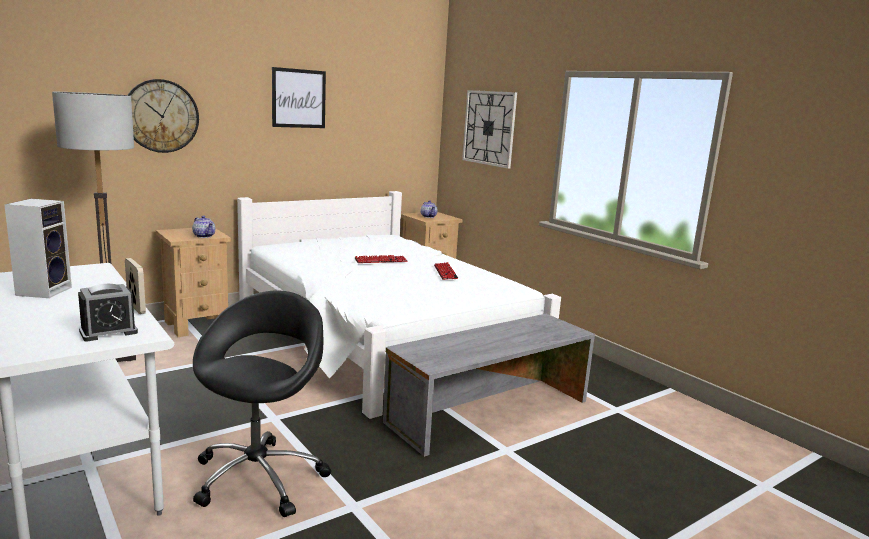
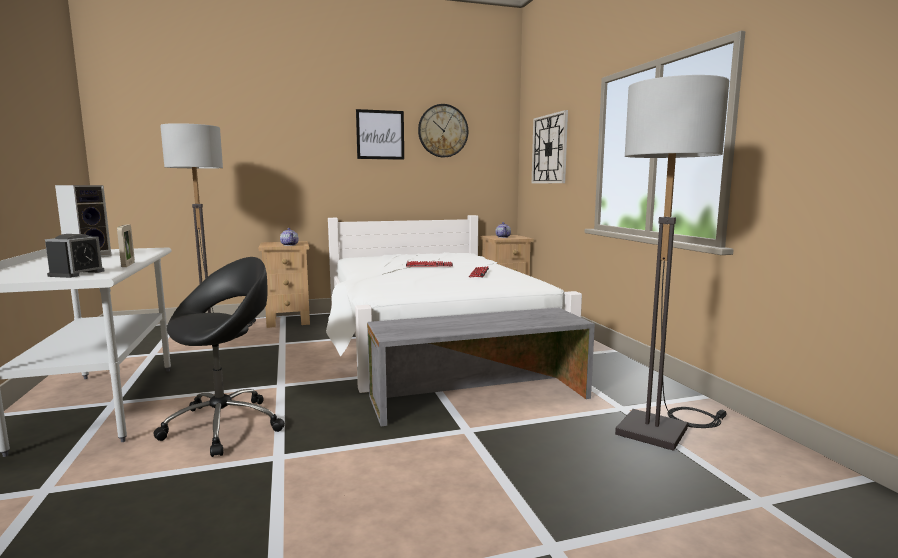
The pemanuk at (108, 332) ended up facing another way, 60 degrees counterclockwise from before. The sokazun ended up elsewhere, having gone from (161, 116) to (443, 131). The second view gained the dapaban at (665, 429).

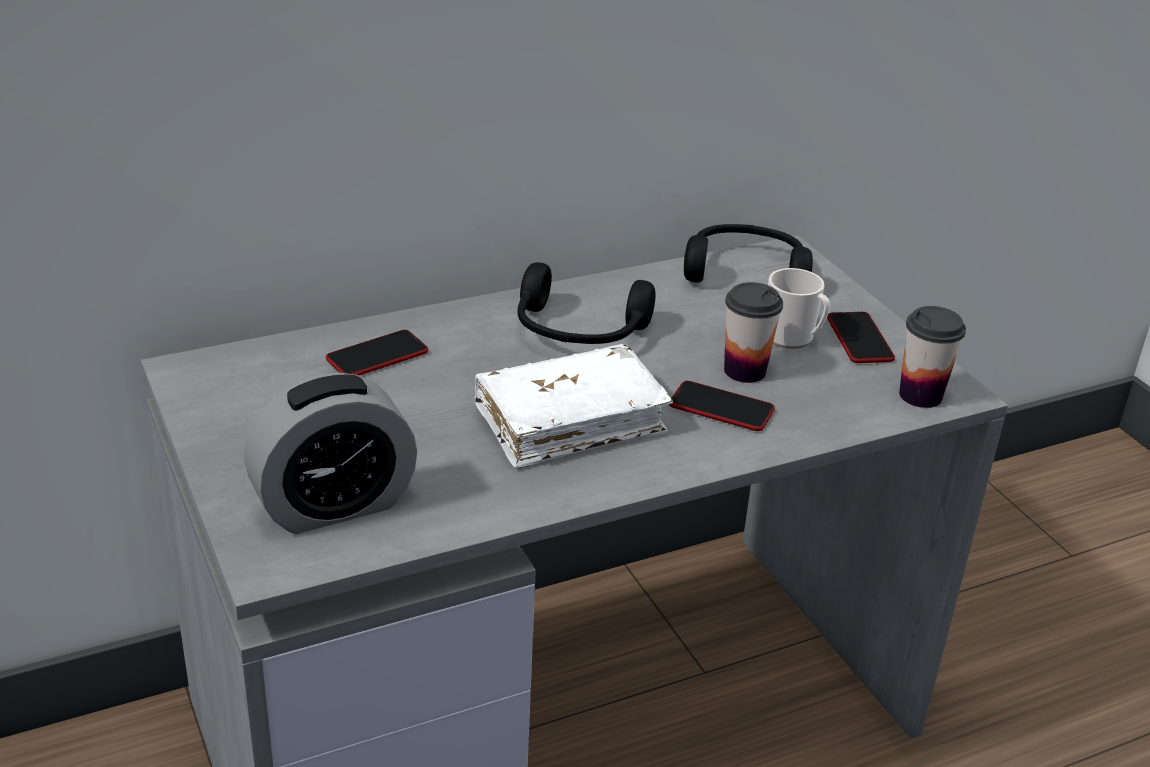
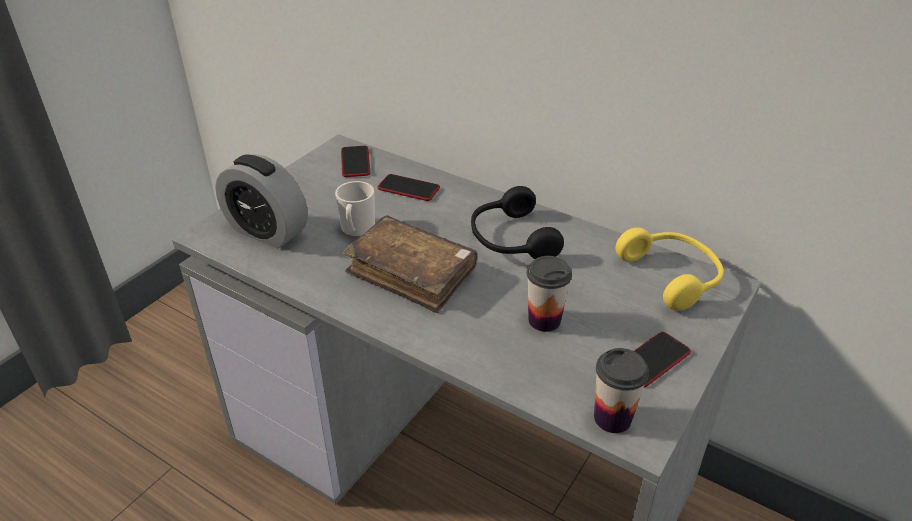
What was the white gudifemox at (570, 422) turned into the brown gudifemox at (411, 273). The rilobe ended up elsewhere, having gone from (721, 408) to (355, 162). What was the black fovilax at (746, 271) turned into the yellow fovilax at (672, 276). The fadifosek ended up elsewhere, having gone from (793, 338) to (357, 230).

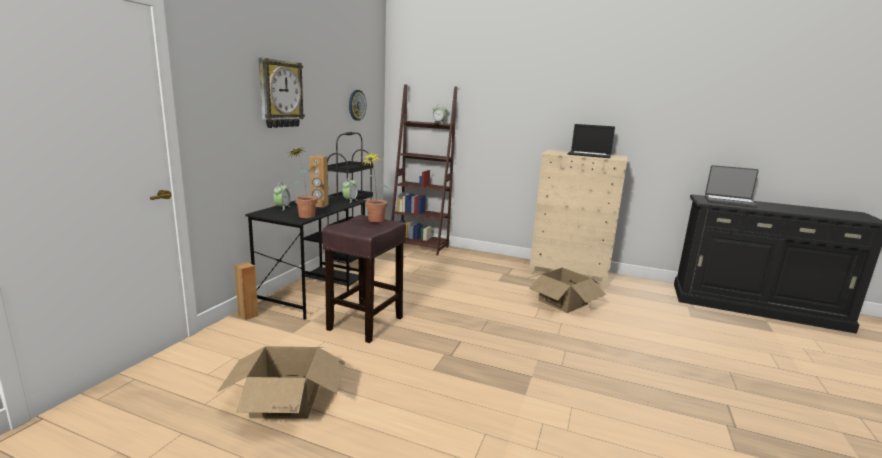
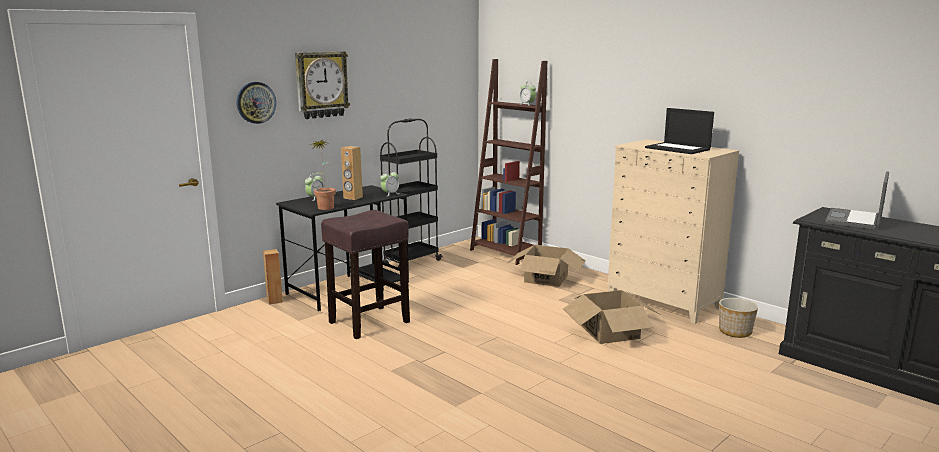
The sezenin ended up elsewhere, having gone from (287, 400) to (546, 278). The sokazun ended up elsewhere, having gone from (356, 105) to (256, 102). The second view lost the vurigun at (374, 221). The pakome at (729, 202) ended up facing another way, 75 degrees clockwise from before. The second view gained the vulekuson at (734, 332).

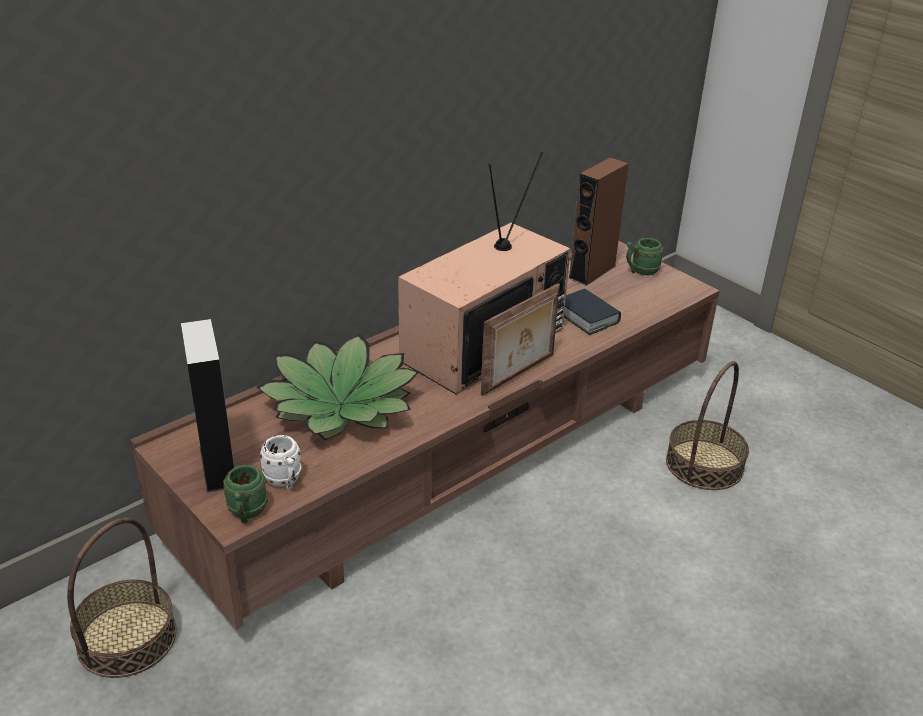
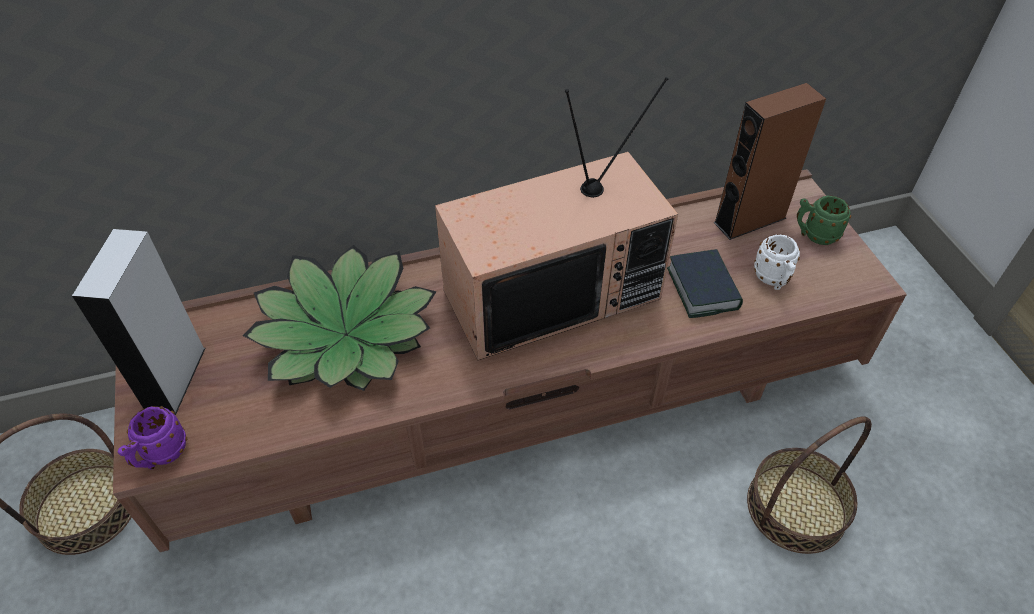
What was the green fadifosek at (246, 513) turned into the purple fadifosek at (161, 456). The white fadifosek ended up elsewhere, having gone from (285, 481) to (773, 280). The second view lost the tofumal at (519, 375).

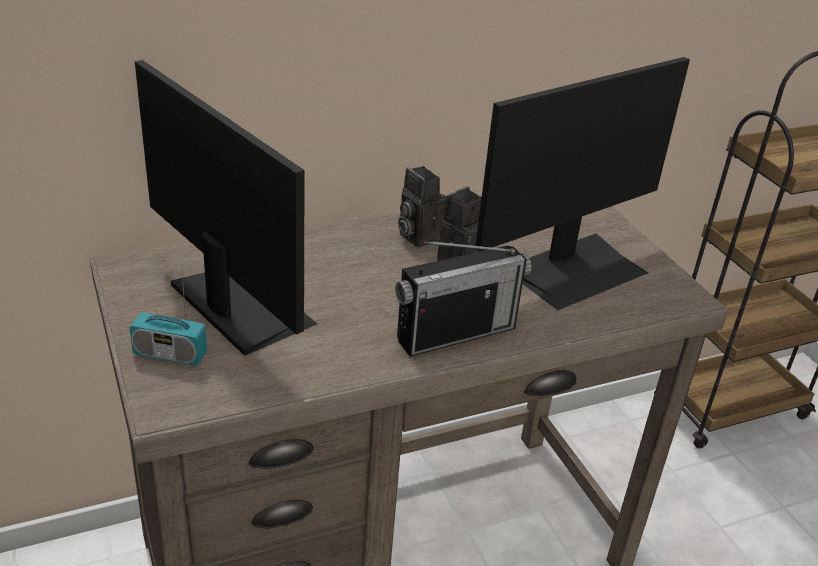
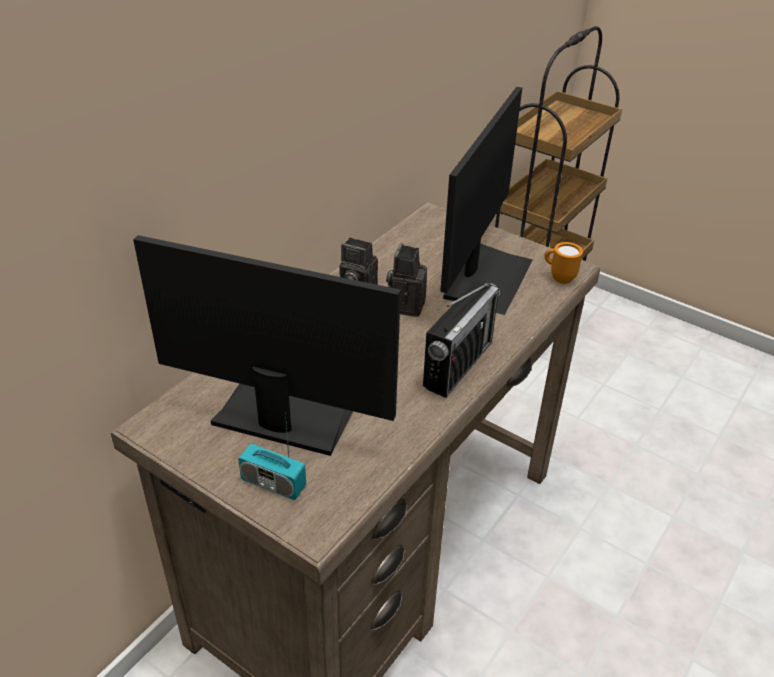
The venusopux at (170, 354) ended up facing another way, 45 degrees clockwise from before. The second view gained the orange fadifosek at (558, 278).

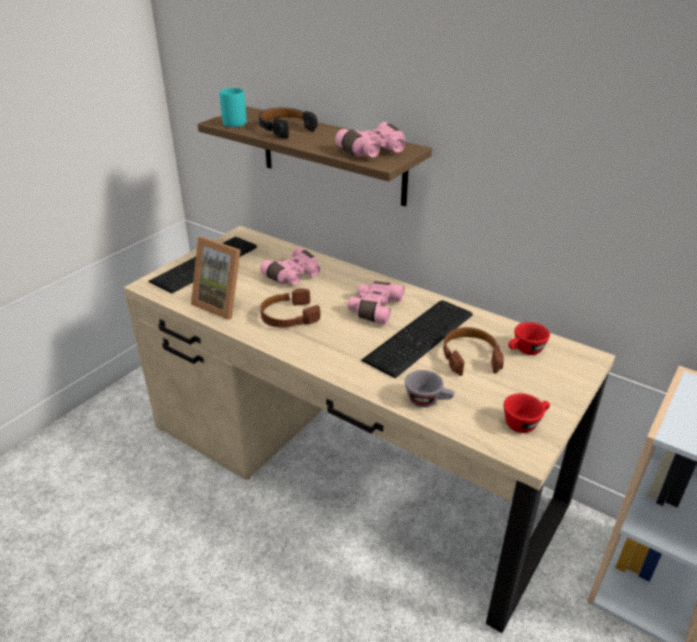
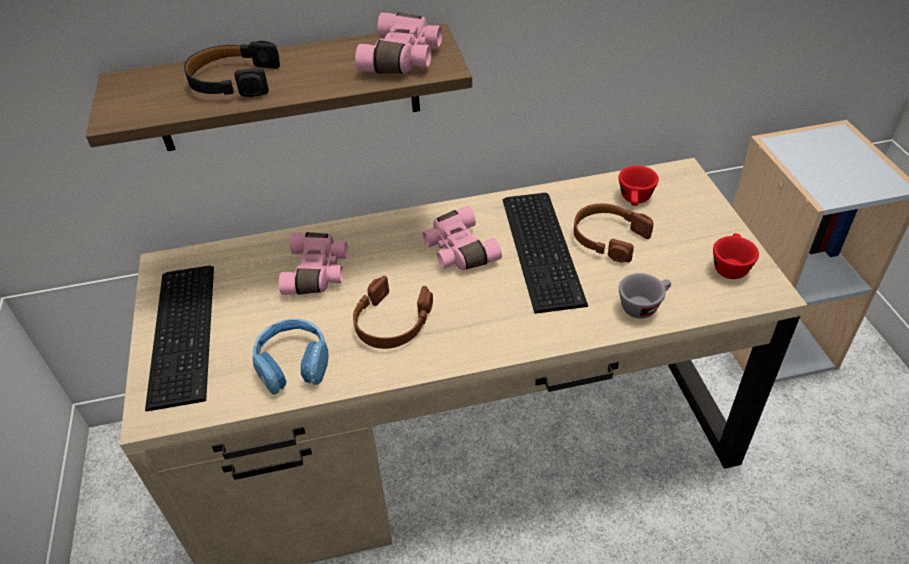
Where the tofumal stood at (223, 303), the blue fovilax came to stand at (293, 364). The second view lost the turquoise fadifosek at (236, 121).

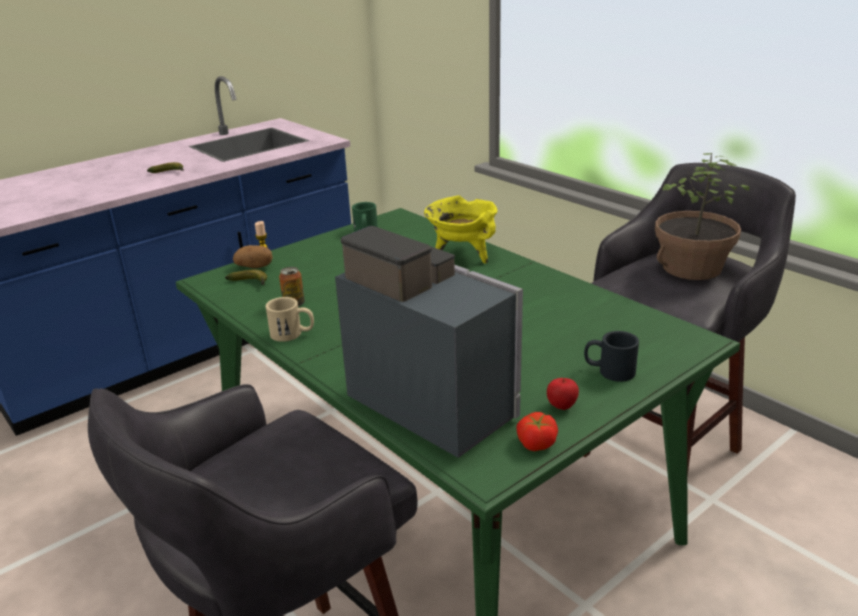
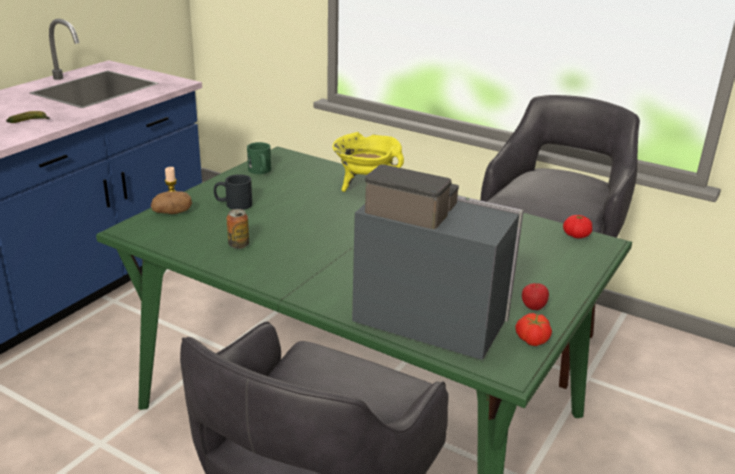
The second view lost the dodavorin at (251, 283). The second view lost the beige fadifosek at (293, 334). The black fadifosek ended up elsewhere, having gone from (609, 371) to (233, 204). The second view lost the vurigun at (691, 267). The second view gained the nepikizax at (576, 235).

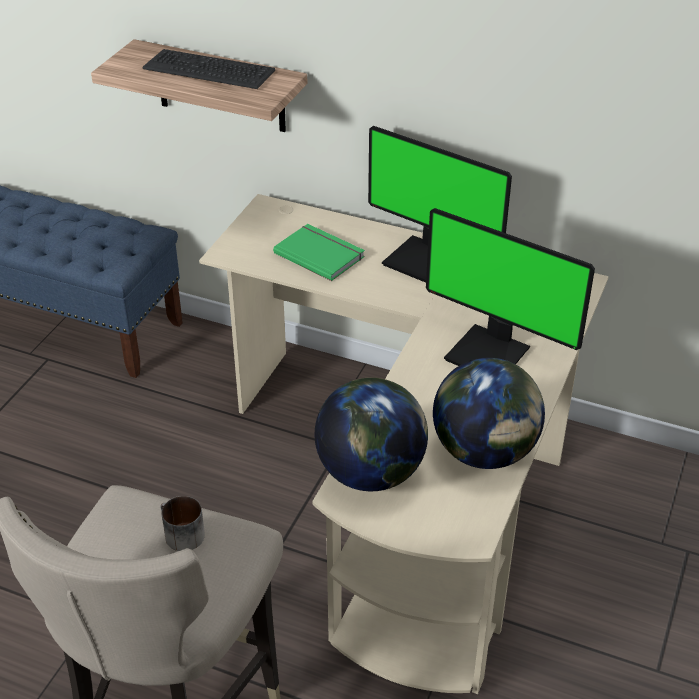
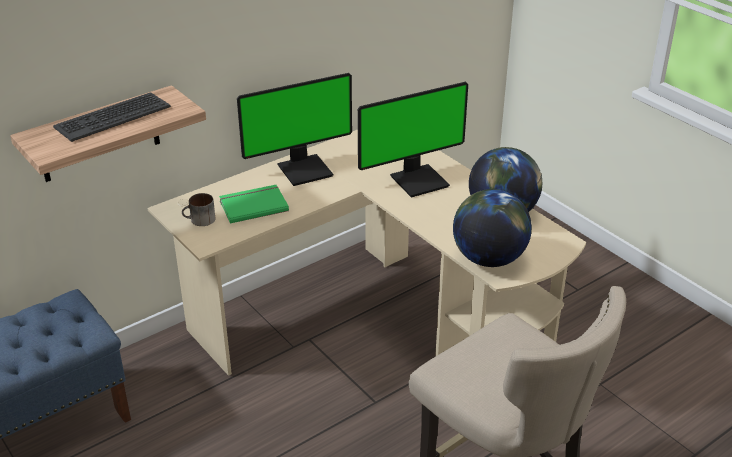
The fadifosek ended up elsewhere, having gone from (180, 534) to (200, 220).

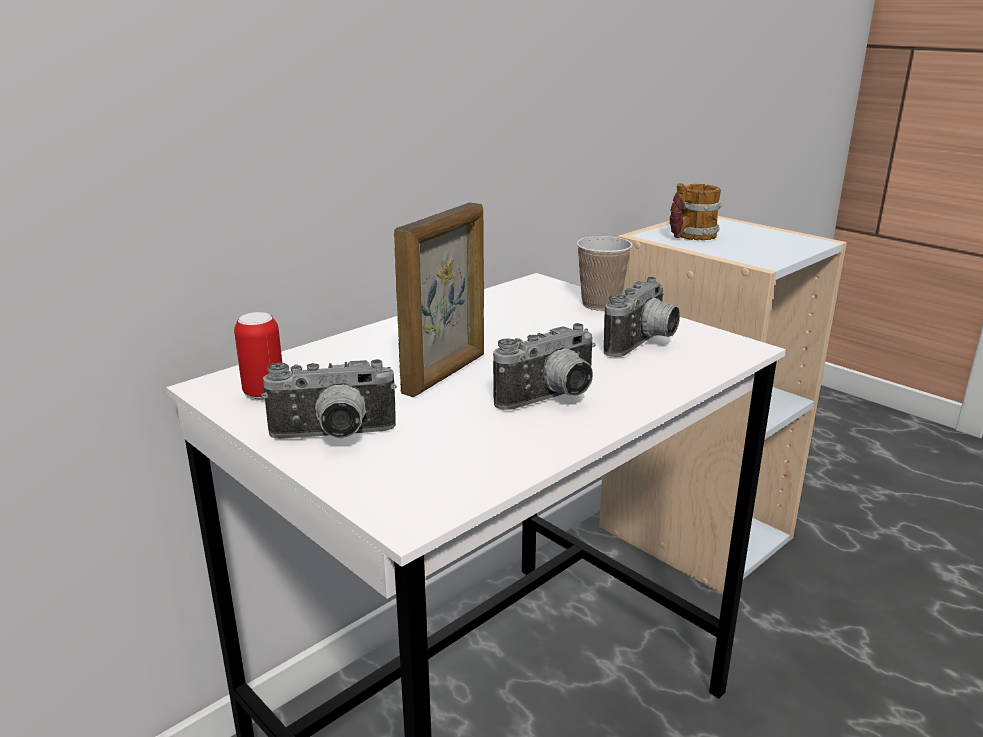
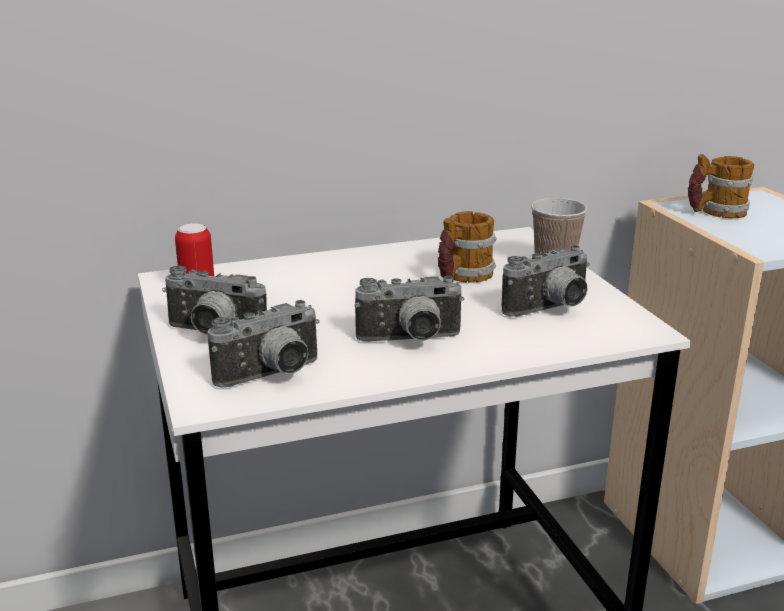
The second view lost the tofumal at (446, 374). The second view gained the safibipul at (273, 376). The second view gained the fadifosek at (462, 277).

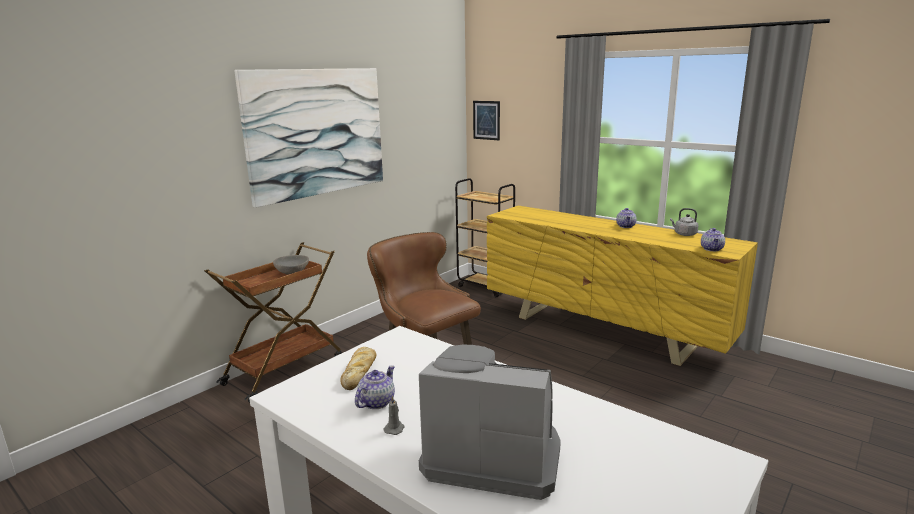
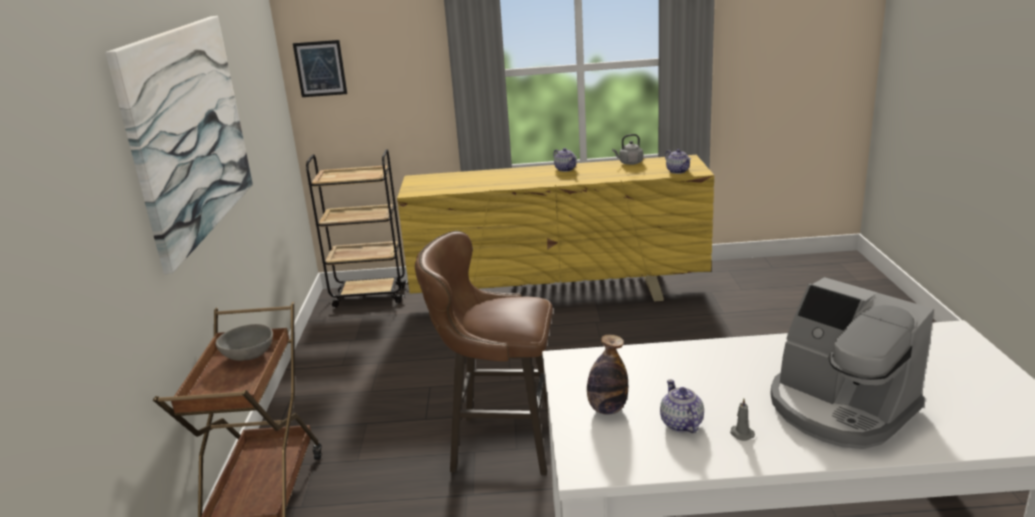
Where the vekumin stood at (359, 372), the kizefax came to stand at (607, 409). The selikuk at (492, 455) ended up facing another way, 105 degrees counterclockwise from before.

